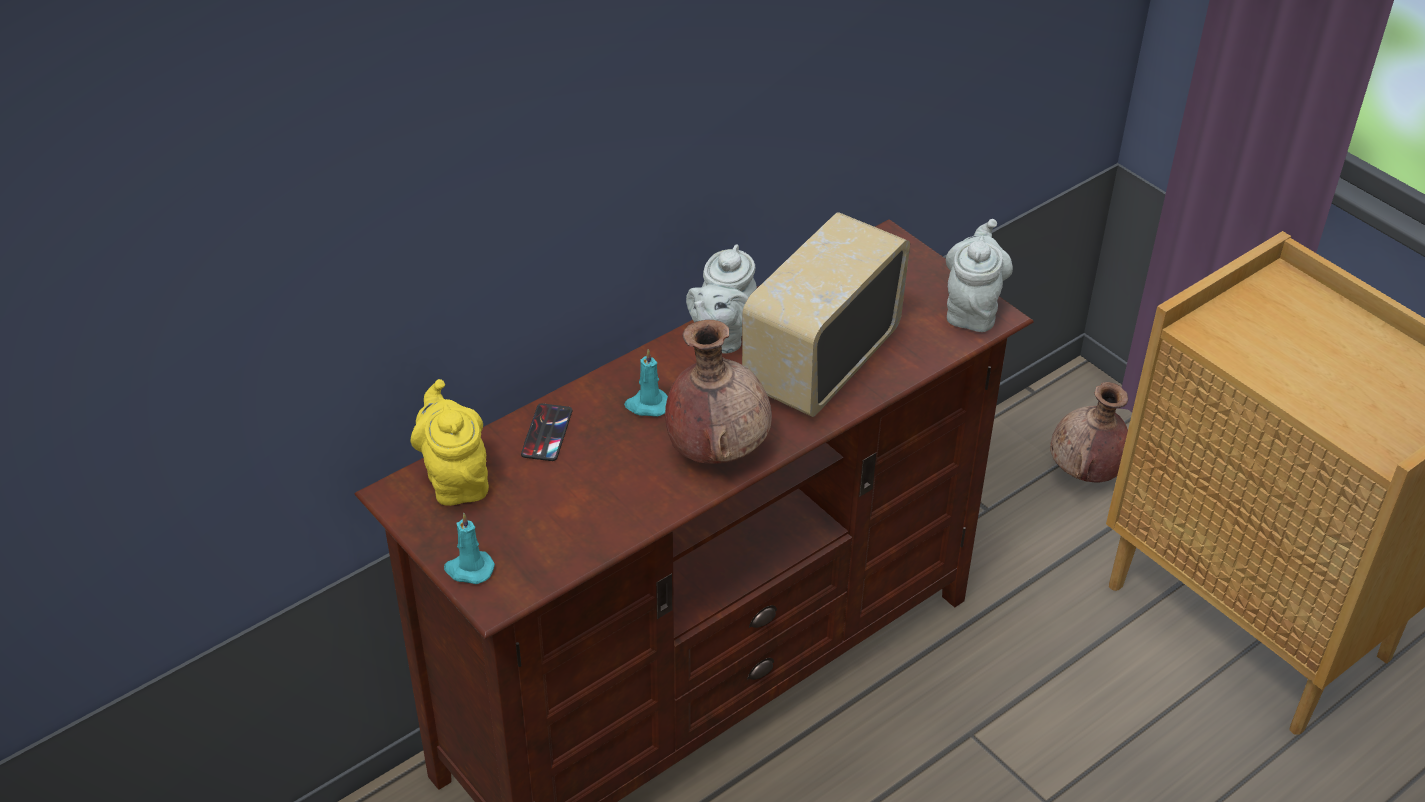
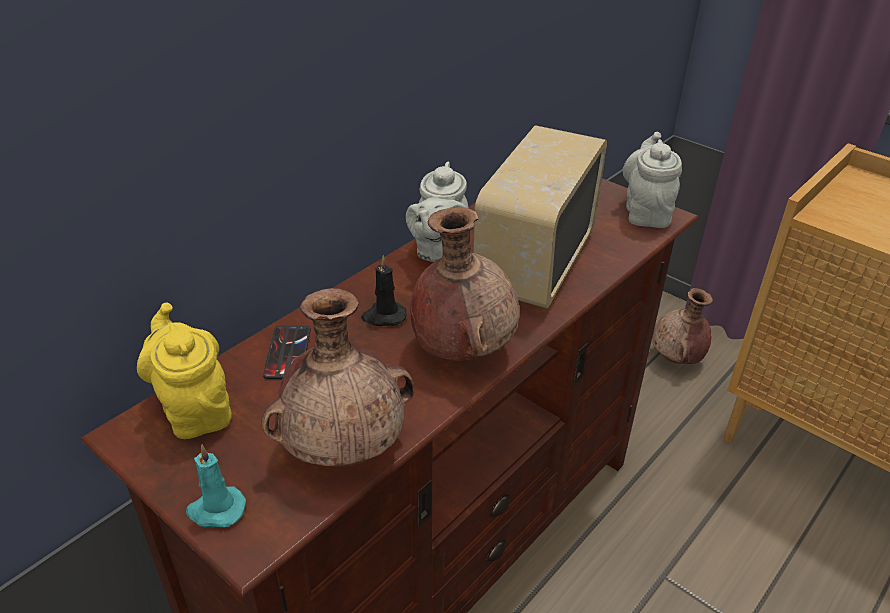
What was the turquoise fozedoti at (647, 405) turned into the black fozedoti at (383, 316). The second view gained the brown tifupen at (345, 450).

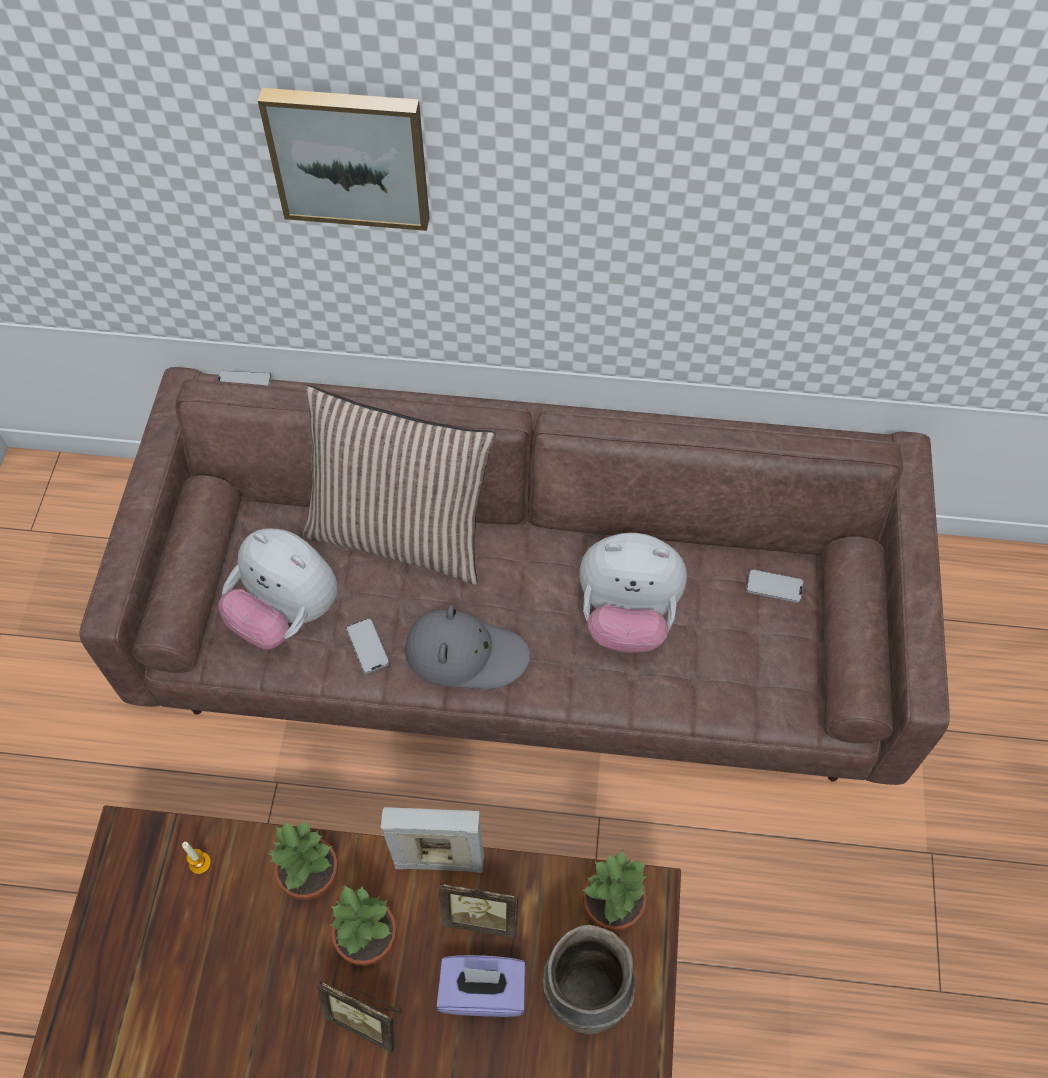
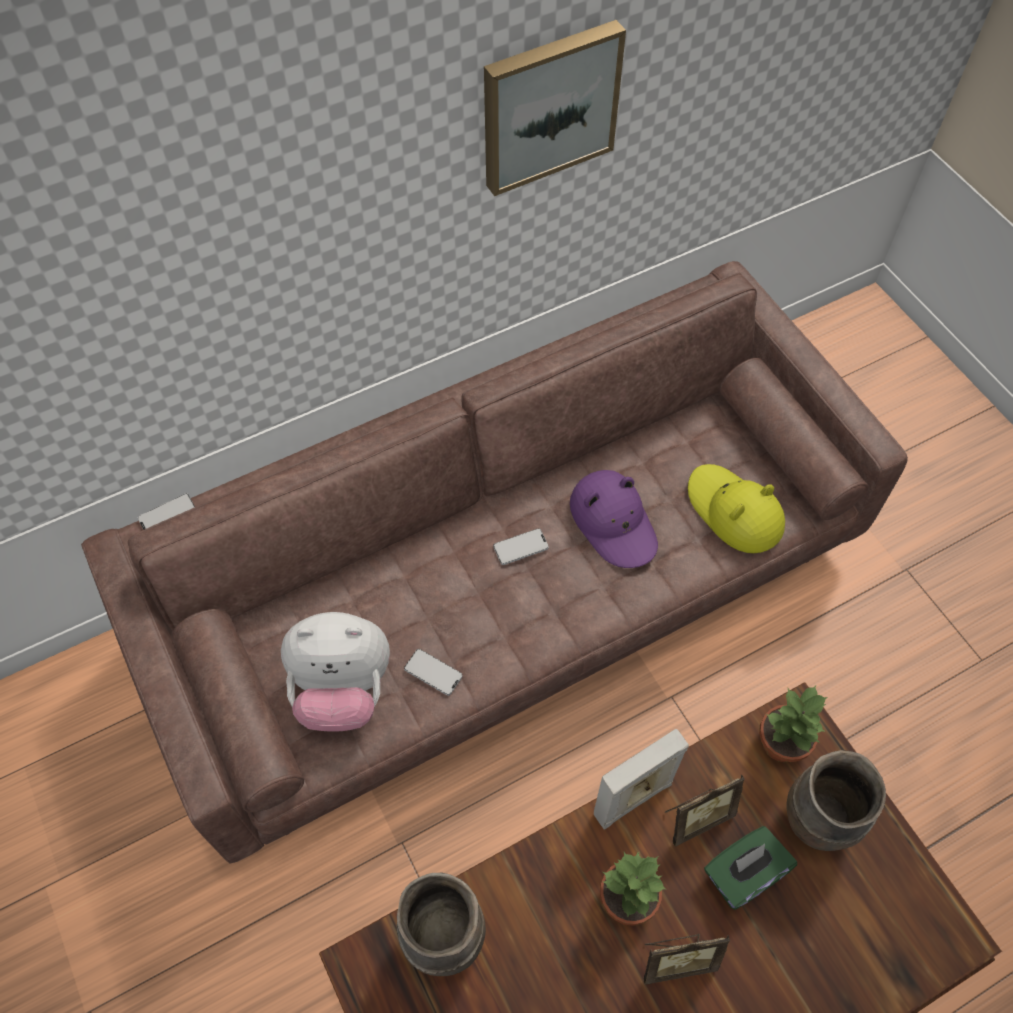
Where the fozedoti stood at (200, 863), the brown tifupen came to stand at (443, 939). The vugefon ended up elsewhere, having gone from (349, 156) to (548, 105). The second view lost the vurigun at (311, 878). The second view lost the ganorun at (401, 534). The second view lost the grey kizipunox at (466, 654). What was the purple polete at (483, 992) turned into the green polete at (743, 874). Where the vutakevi stood at (627, 616), the purple kizipunox came to stand at (614, 522). The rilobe ended up elsewhere, having gone from (774, 586) to (520, 547). The second view gained the yellow kizipunox at (734, 511).

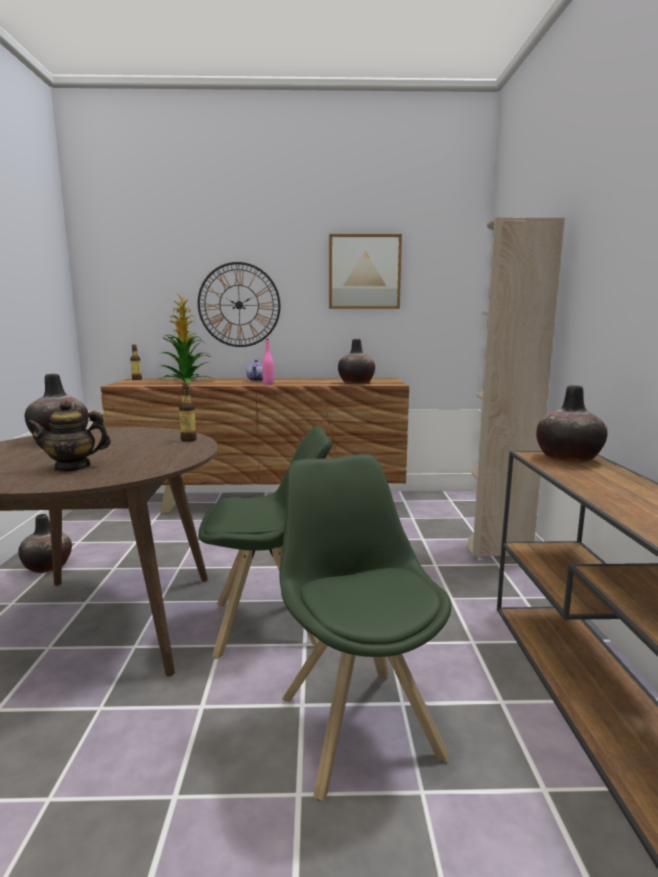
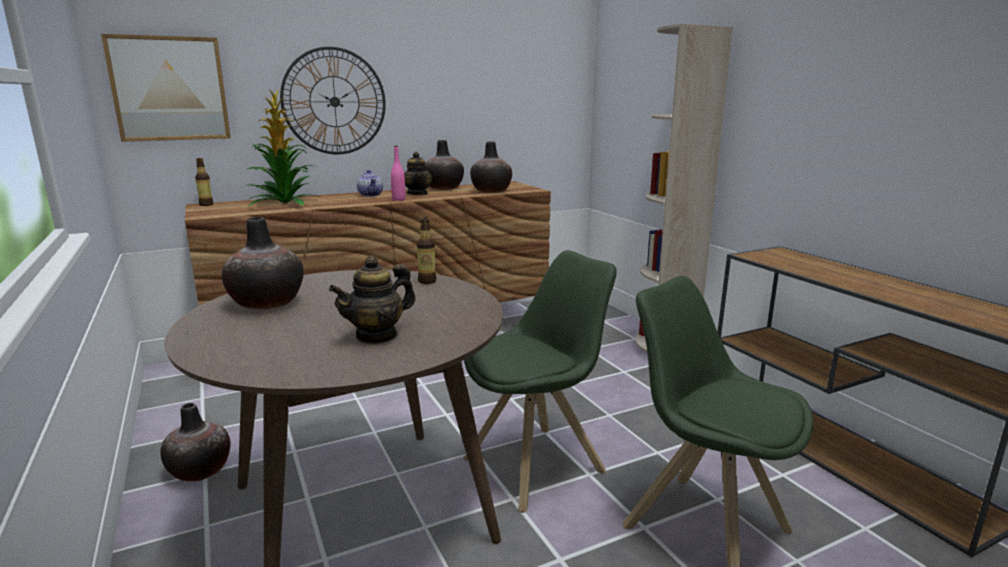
The vugefon ended up elsewhere, having gone from (364, 272) to (169, 89). The tifupen ended up elsewhere, having gone from (568, 459) to (444, 188). The second view gained the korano at (417, 194).

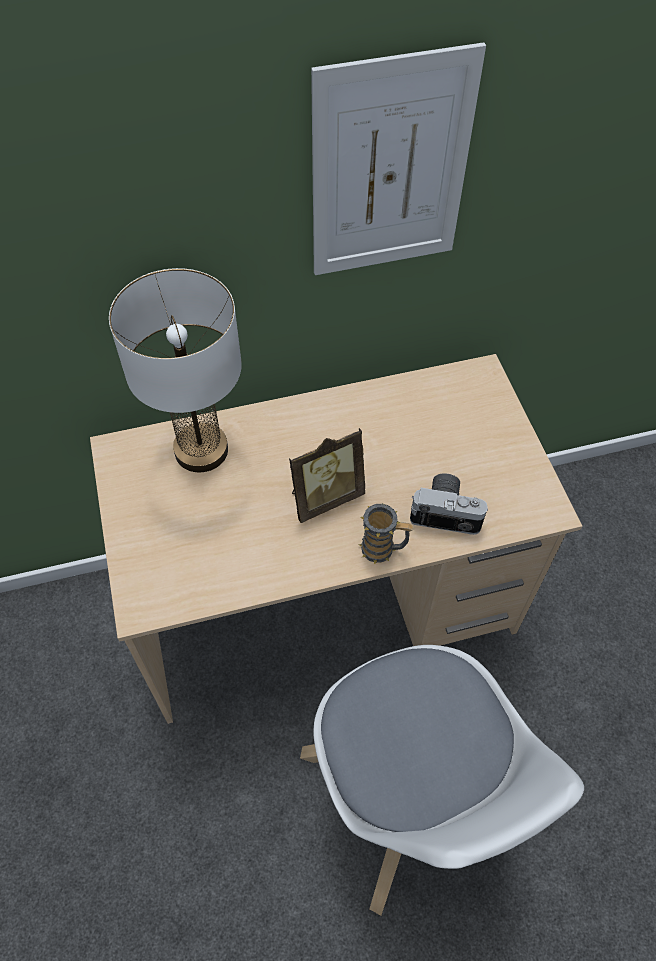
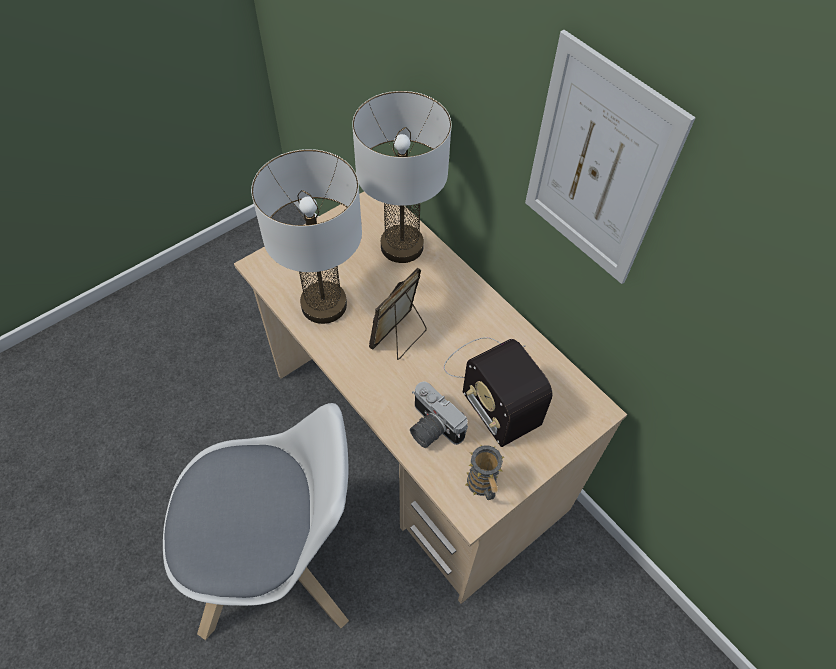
The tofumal at (324, 497) ended up facing another way, 90 degrees clockwise from before. The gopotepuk at (408, 800) ended up facing another way, 135 degrees counterclockwise from before. The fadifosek ended up elsewhere, having gone from (383, 549) to (483, 487). The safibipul at (447, 511) ended up facing another way, 150 degrees clockwise from before. The second view gained the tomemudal at (323, 305). The second view gained the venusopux at (491, 385).

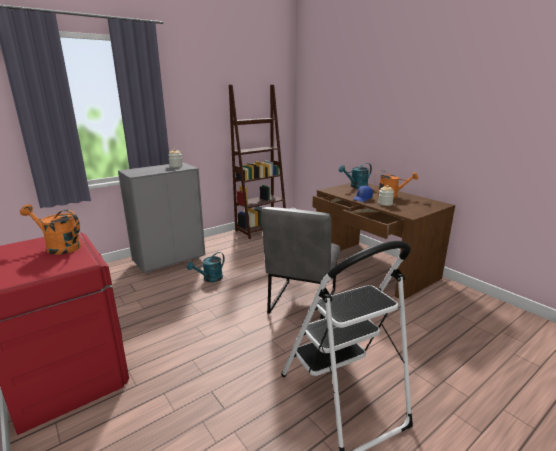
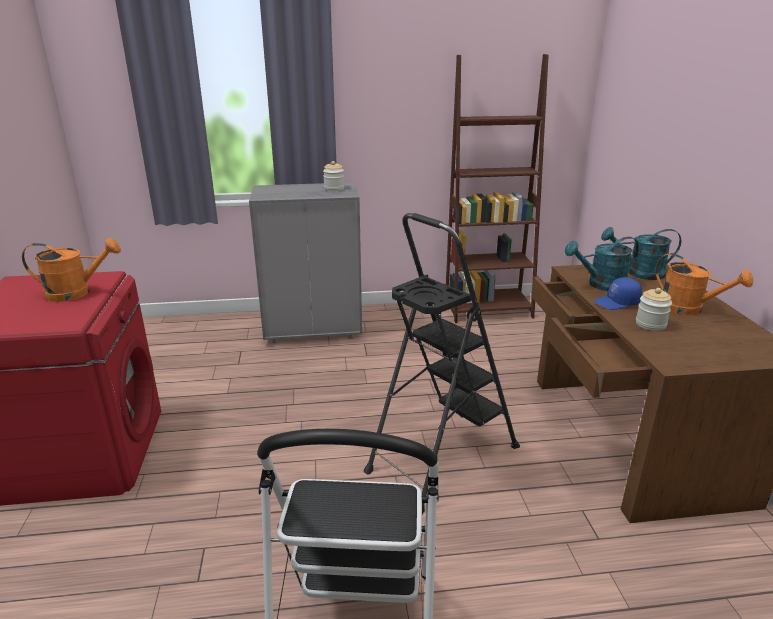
The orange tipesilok at (59, 247) ended up facing another way, 120 degrees clockwise from before. The turquoise tipesilok ended up elsewhere, having gone from (210, 279) to (601, 285). Where the grey gopotepuk stood at (301, 302), the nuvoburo came to stand at (442, 459).

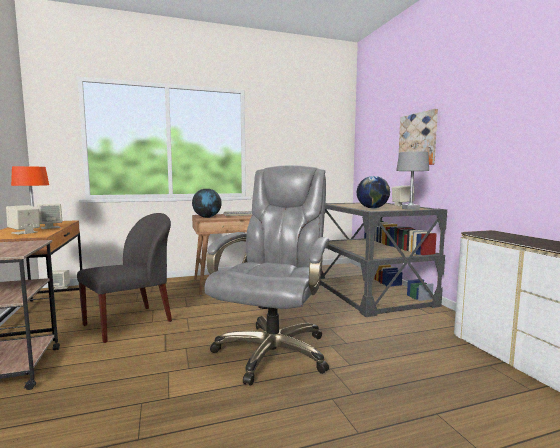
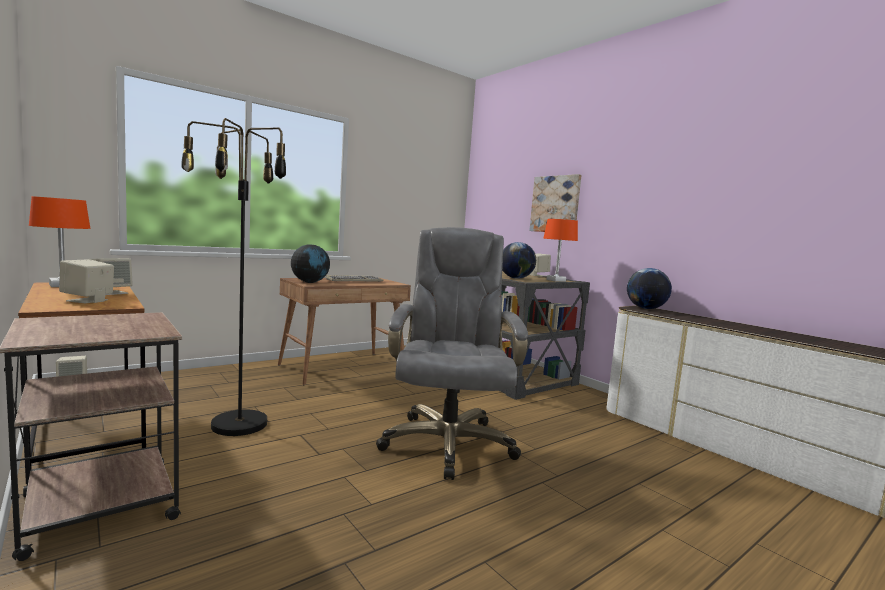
Where the grey gopotepuk stood at (130, 323), the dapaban came to stand at (238, 425). What was the grey tomemudal at (410, 209) turned into the orange tomemudal at (556, 280). The second view gained the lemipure at (646, 308).

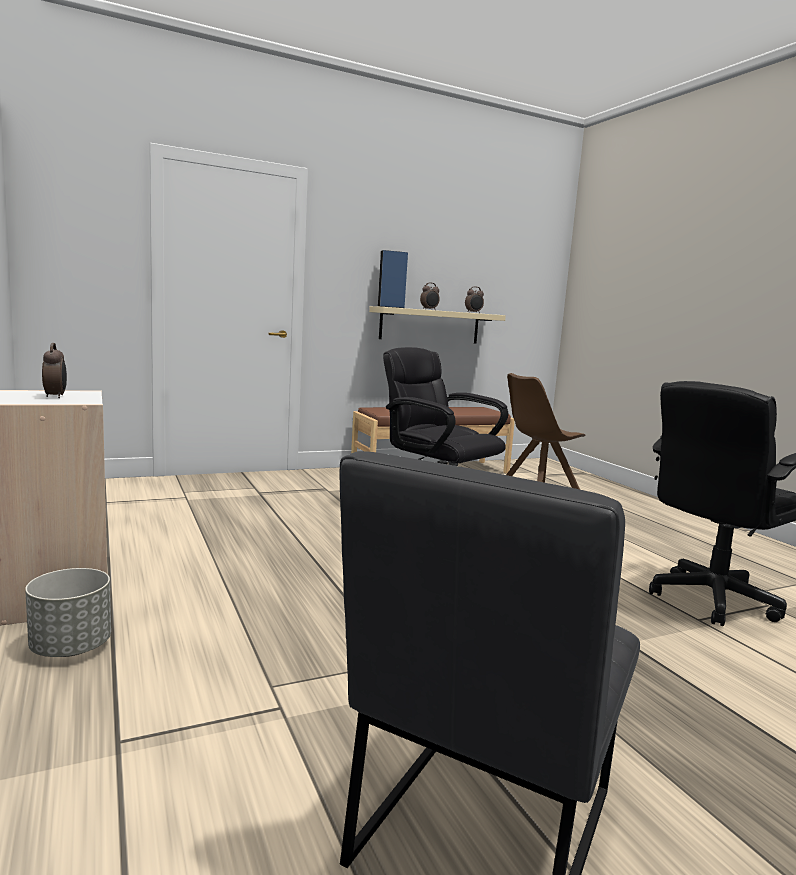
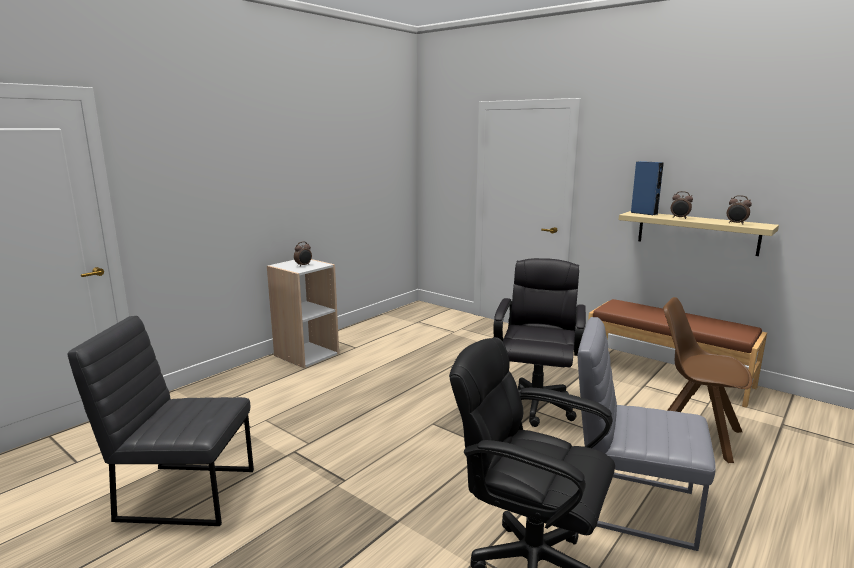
The second view lost the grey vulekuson at (71, 647). The second view gained the grey gopotepuk at (631, 504).

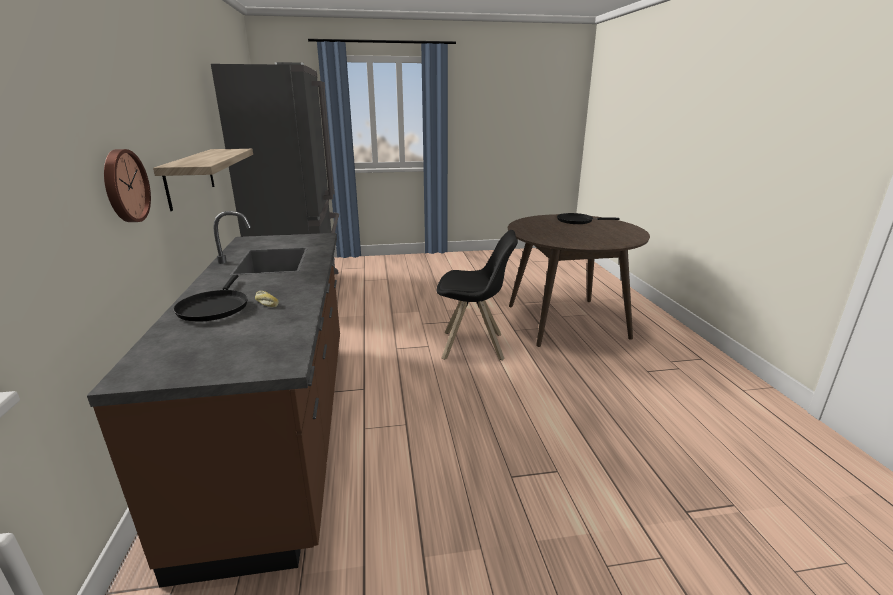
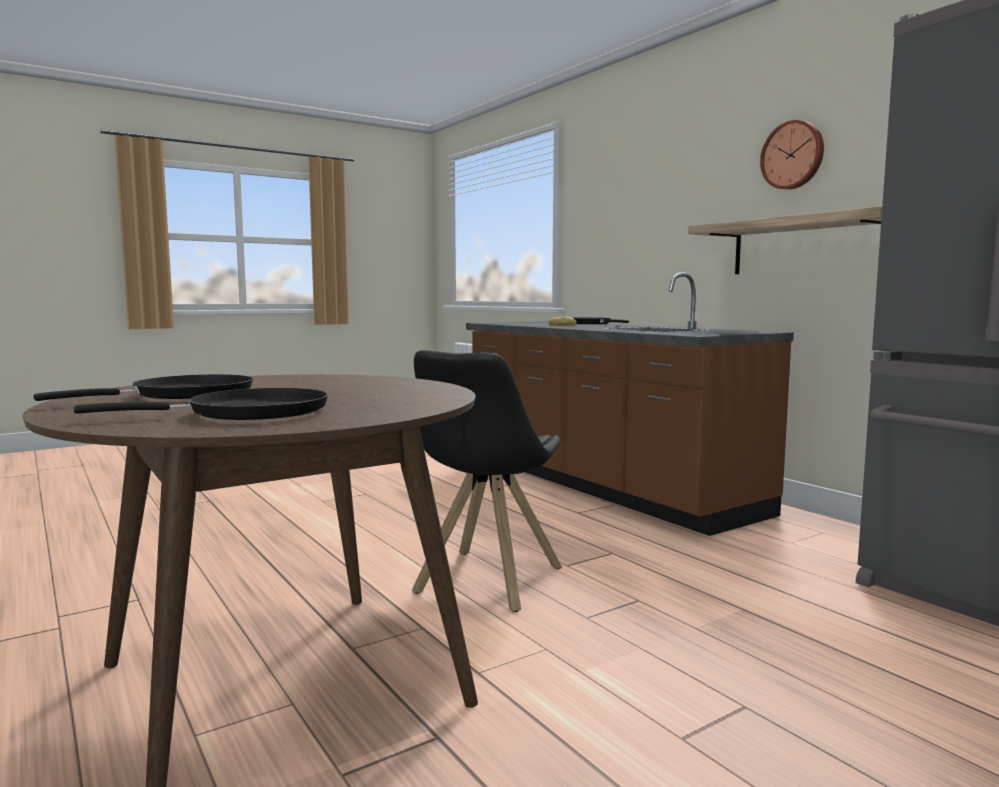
The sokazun ended up elsewhere, having gone from (124, 186) to (793, 155). The black gopotepuk at (473, 346) ended up facing another way, 45 degrees counterclockwise from before. The second view gained the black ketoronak at (185, 395).

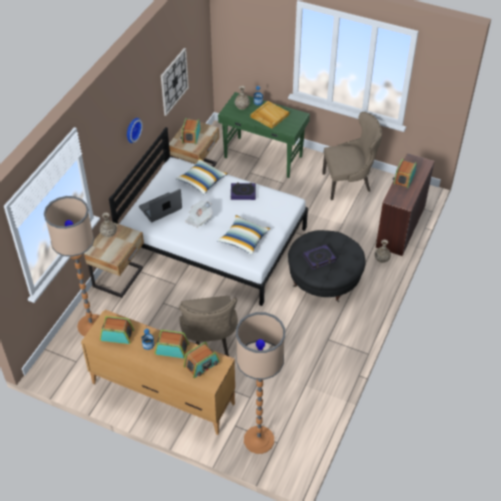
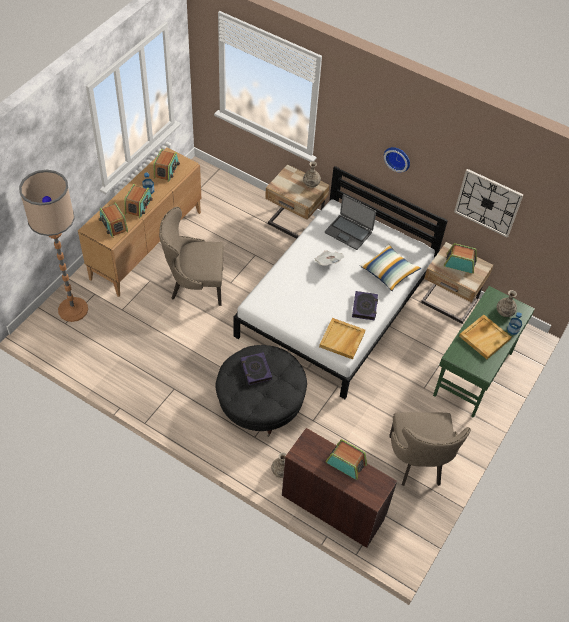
The second view lost the dapaban at (91, 326). The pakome at (160, 208) ended up facing another way, 150 degrees clockwise from before. The second view lost the ganorun at (244, 239). The second view gained the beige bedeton at (342, 340).

